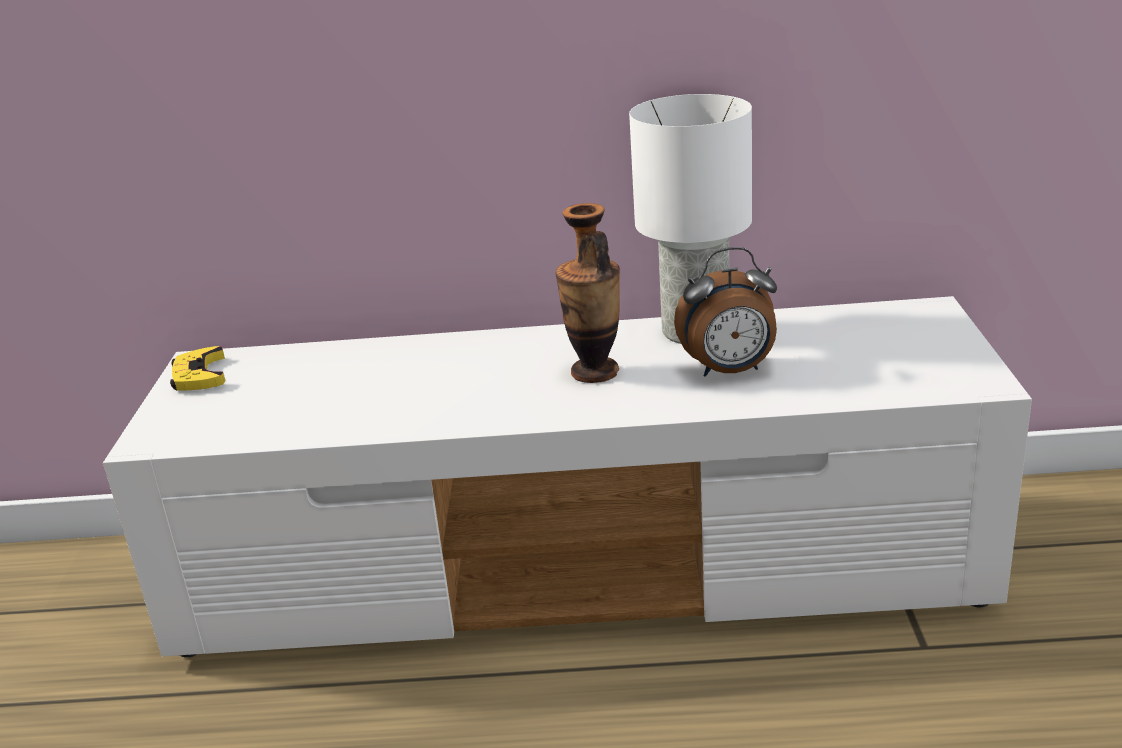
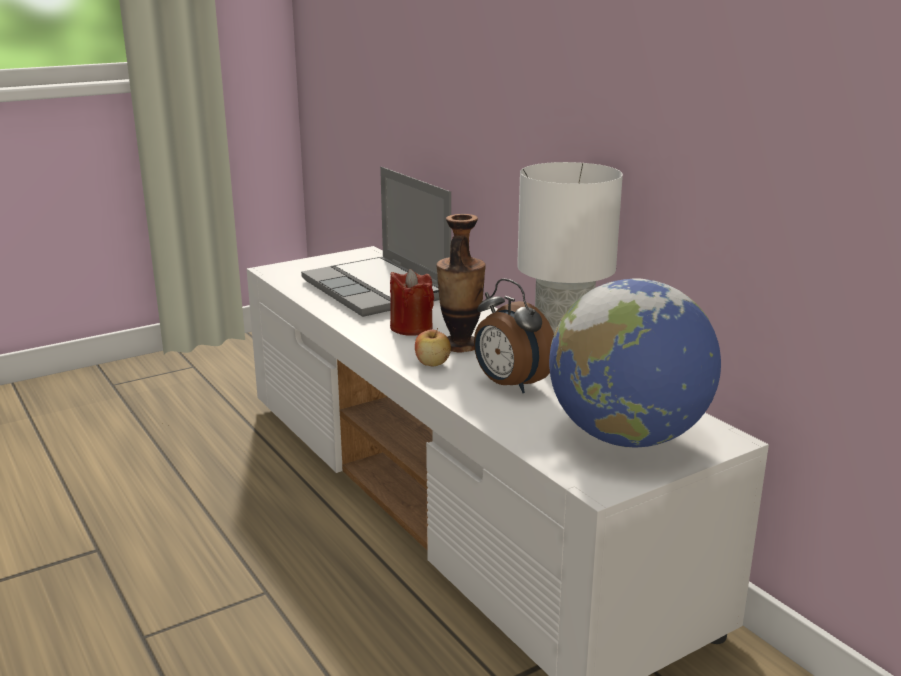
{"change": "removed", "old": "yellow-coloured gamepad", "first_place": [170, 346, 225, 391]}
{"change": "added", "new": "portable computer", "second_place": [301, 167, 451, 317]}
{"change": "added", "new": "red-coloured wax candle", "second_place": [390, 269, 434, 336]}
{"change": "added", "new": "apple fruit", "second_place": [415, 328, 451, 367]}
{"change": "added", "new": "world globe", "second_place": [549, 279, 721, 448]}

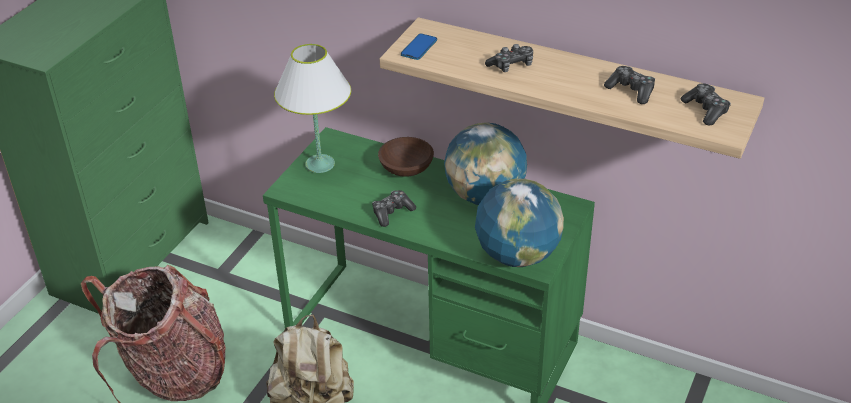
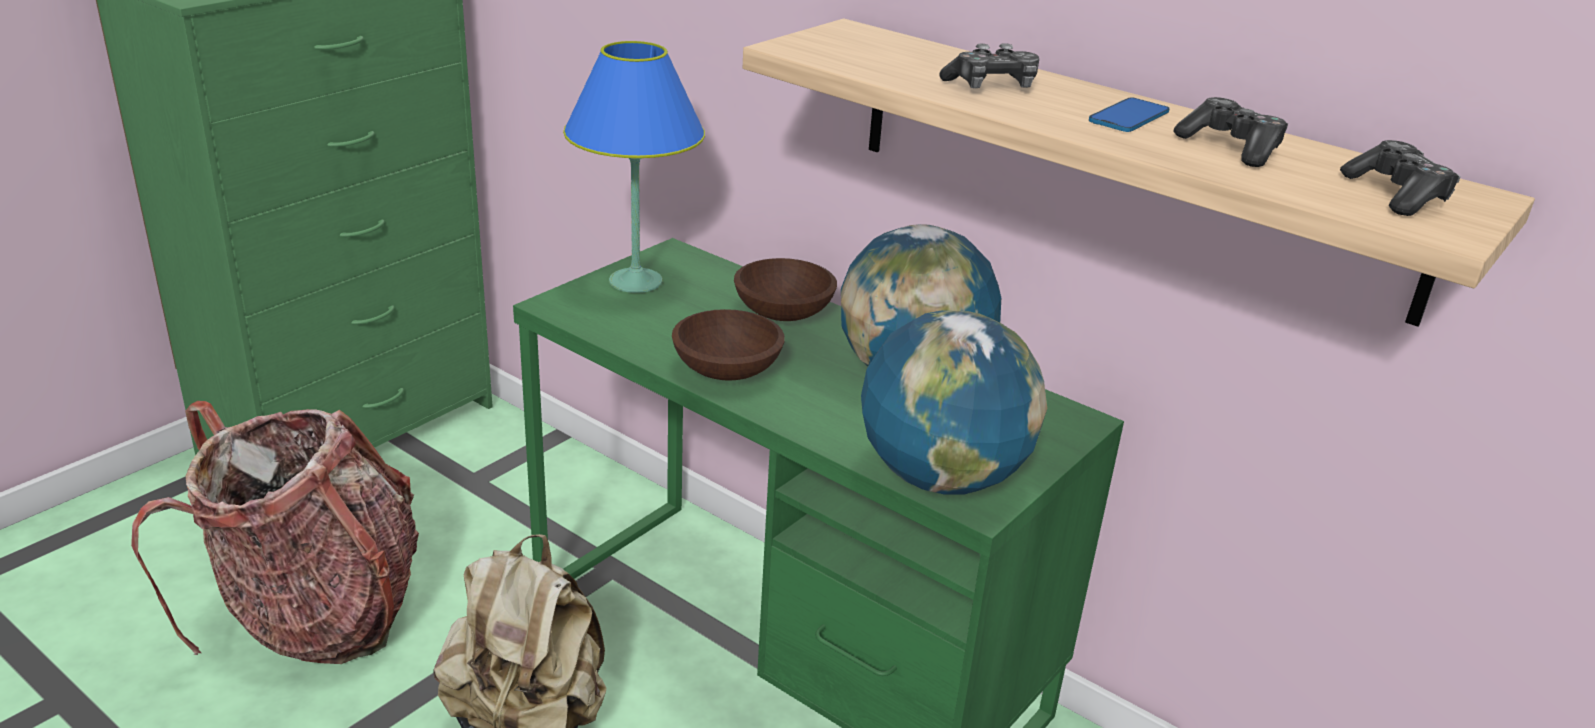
{"change": "recoloured", "old": "white-coloured table lamp", "new": "bluish table lamp", "first_place": [274, 44, 351, 173], "second_place": [563, 41, 705, 293]}
{"change": "replaced", "old": "gamepad", "new": "brown-coloured bowl", "first_place": [372, 190, 416, 227], "second_place": [672, 309, 785, 381]}
{"change": "moved", "old": "phone", "first_place": [401, 33, 437, 60], "second_place": [1089, 98, 1170, 132]}

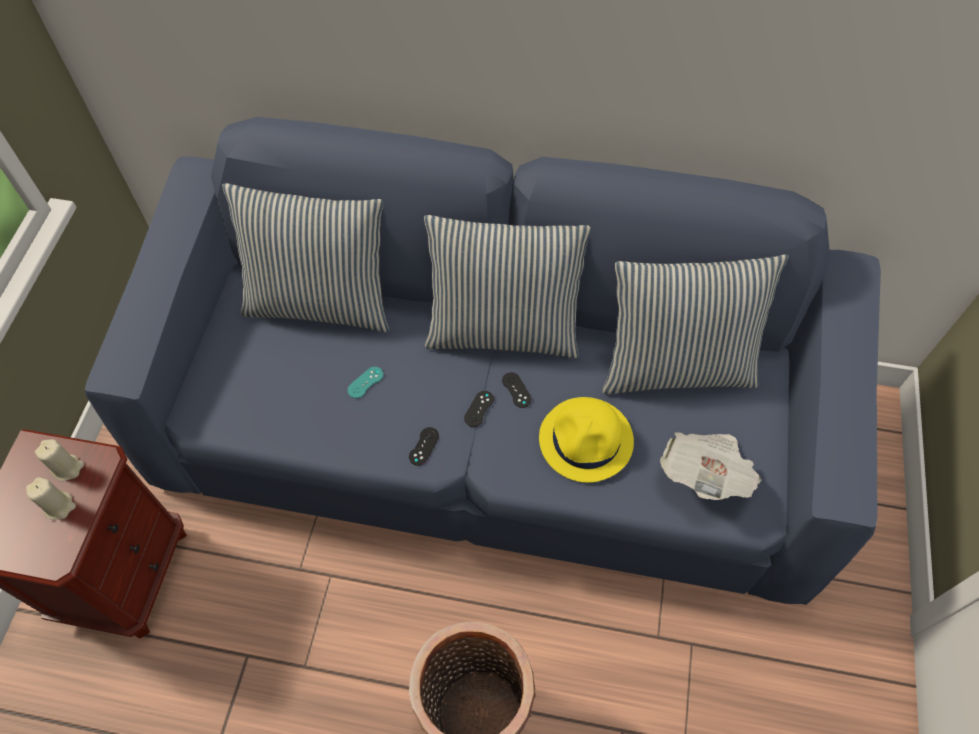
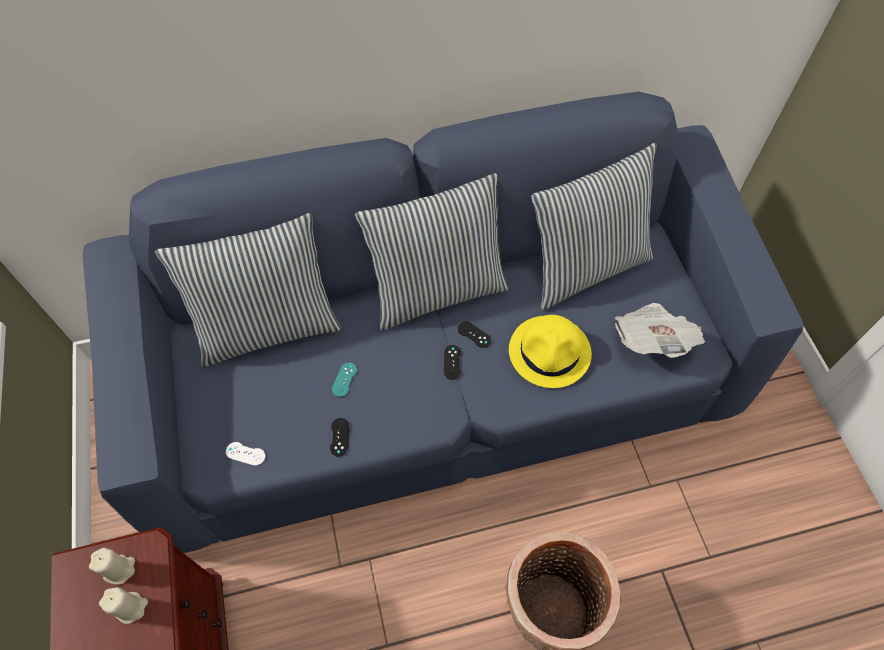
{"change": "moved", "old": "black gamepad", "first_place": [409, 427, 439, 466], "second_place": [330, 418, 349, 457]}
{"change": "added", "new": "white-coloured gamepad", "second_place": [226, 442, 265, 466]}

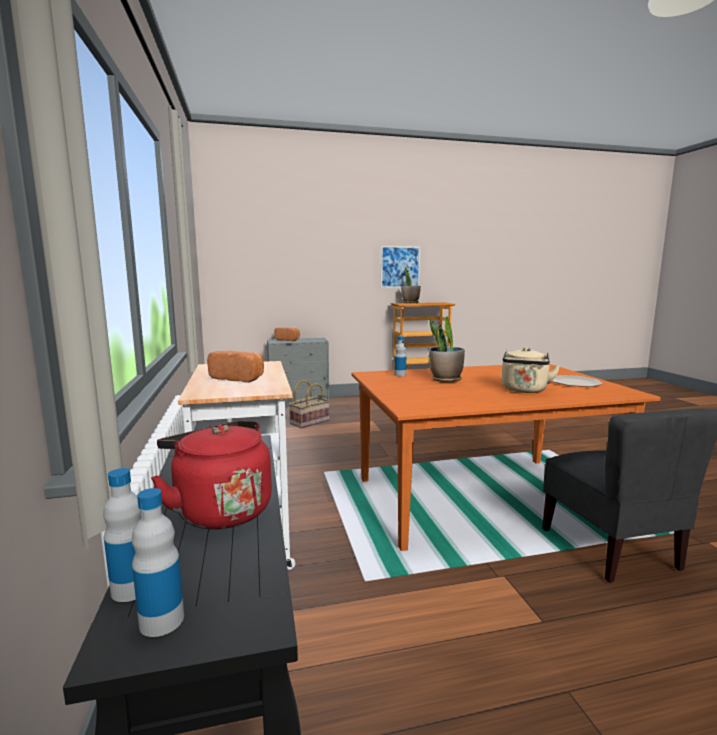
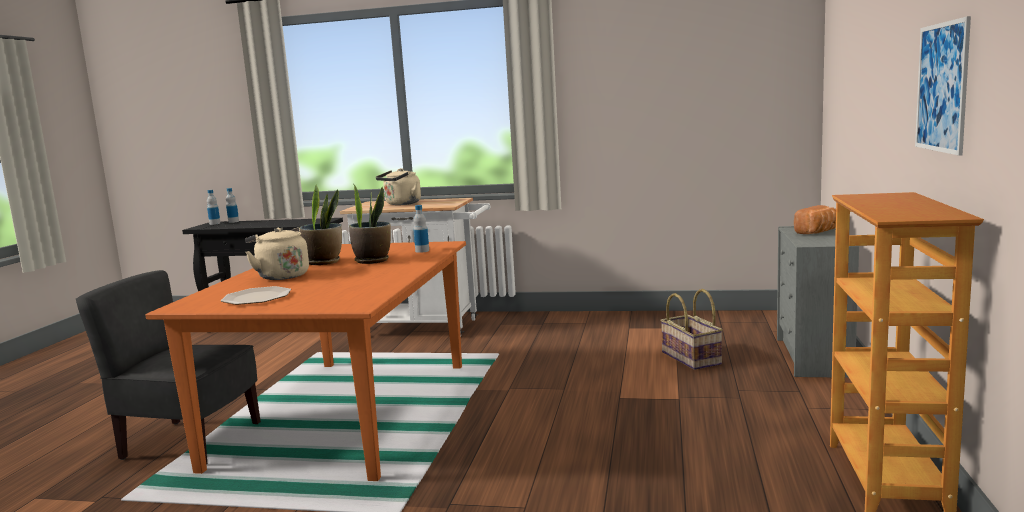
{"change": "removed", "old": "red-coloured water kettle", "first_place": [151, 421, 272, 529]}
{"change": "replaced", "old": "baked bread", "new": "beige-coloured water kettle", "first_place": [207, 351, 264, 382], "second_place": [376, 168, 421, 205]}
{"change": "moved", "old": "potted plant", "first_place": [401, 267, 421, 303], "second_place": [300, 185, 342, 265]}

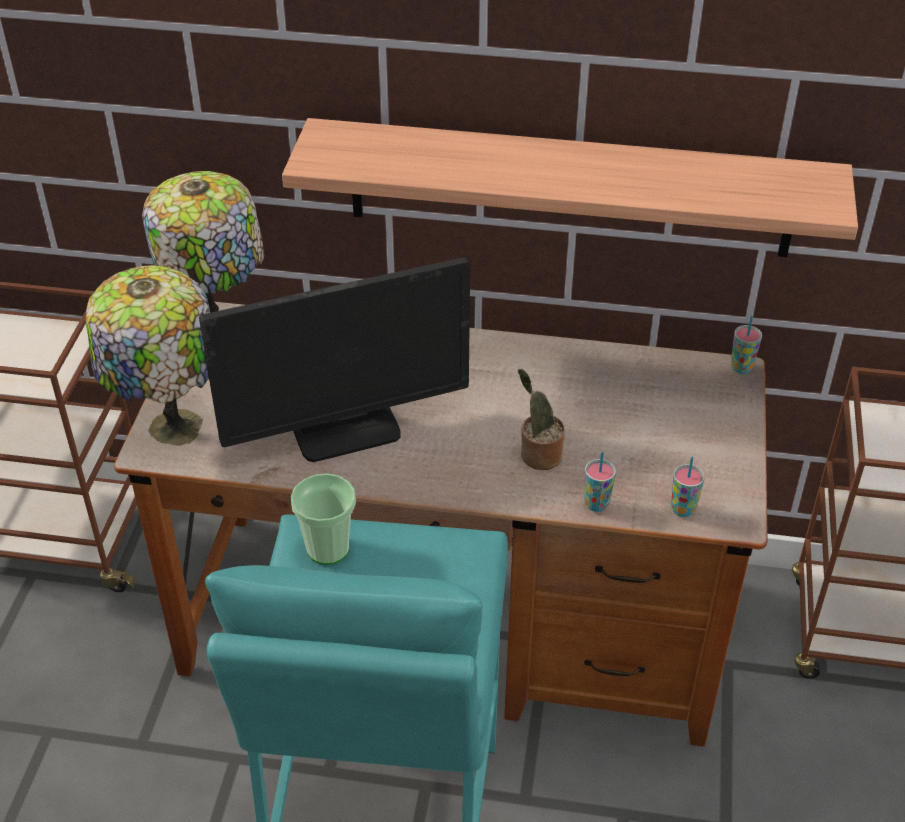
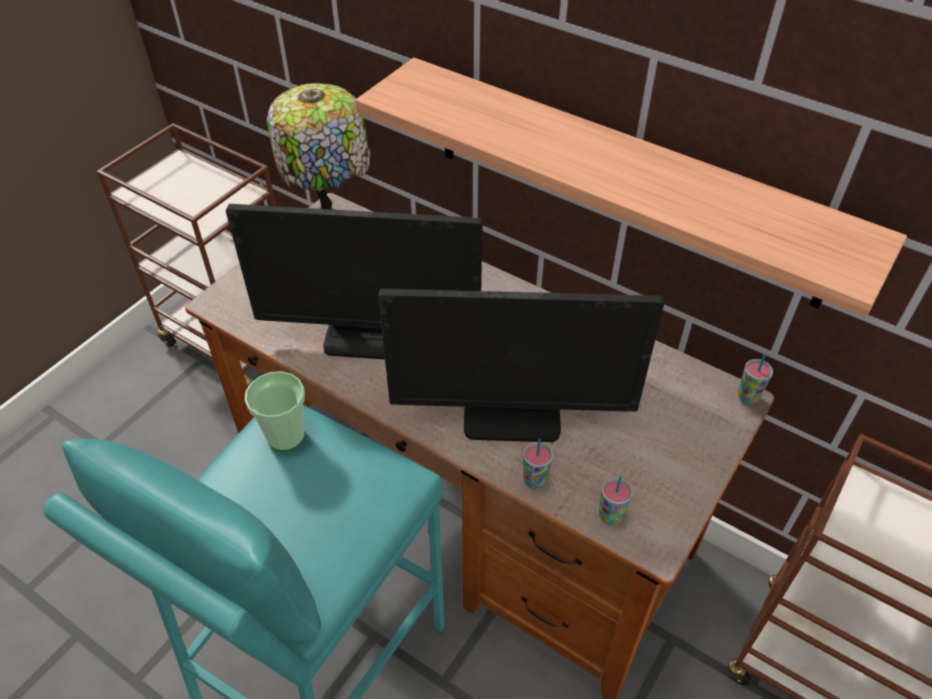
{"change": "removed", "old": "table lamp", "first_place": [86, 265, 210, 446]}
{"change": "replaced", "old": "potted plant", "new": "monitor", "first_place": [518, 369, 565, 470], "second_place": [378, 289, 664, 442]}

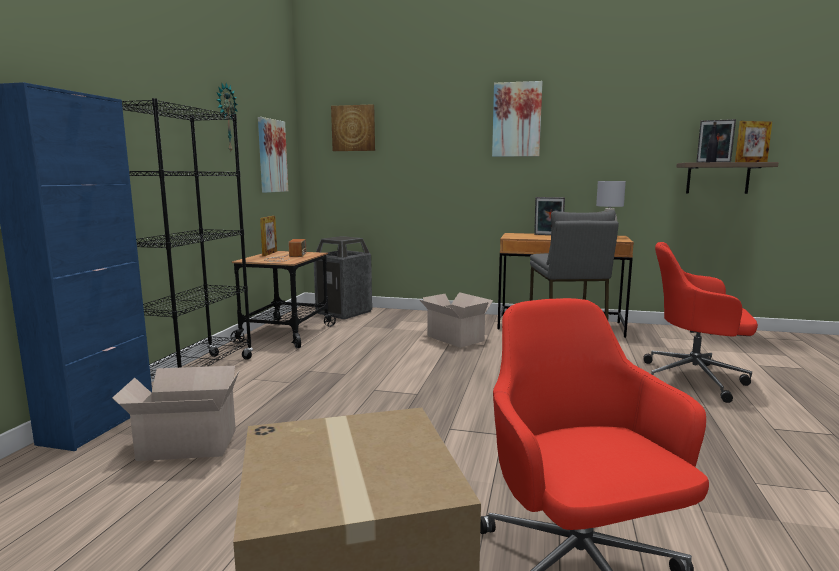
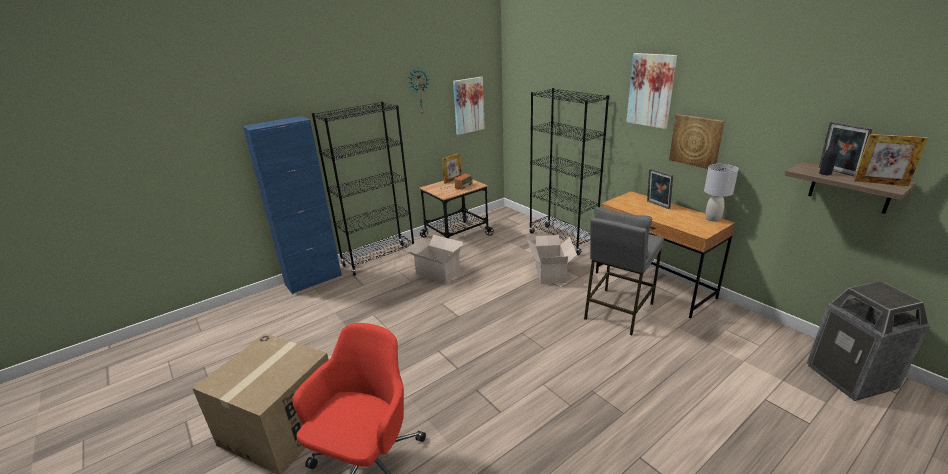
{"change": "moved", "old": "carton", "first_place": [112, 366, 240, 461], "second_place": [408, 235, 463, 284]}
{"change": "moved", "old": "rubbish bin", "first_place": [314, 236, 372, 320], "second_place": [807, 281, 930, 401]}
{"change": "moved", "old": "wall art", "first_place": [331, 104, 375, 151], "second_place": [669, 114, 725, 169]}
{"change": "removed", "old": "red-coloured office chair", "first_place": [643, 242, 758, 403]}
{"change": "added", "new": "black bookcase", "second_place": [529, 88, 609, 255]}

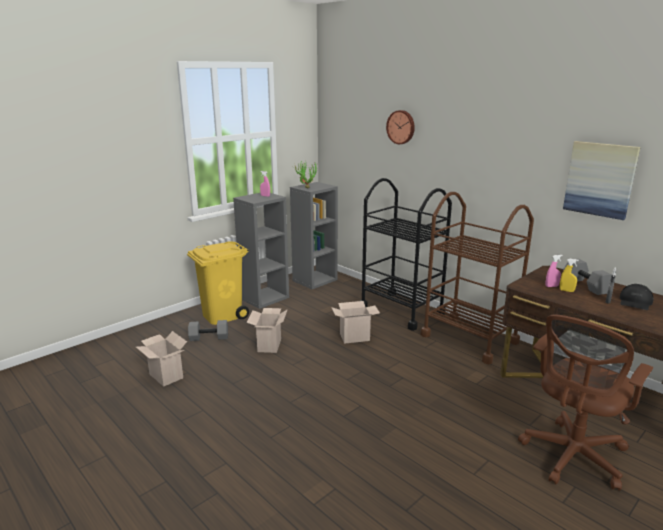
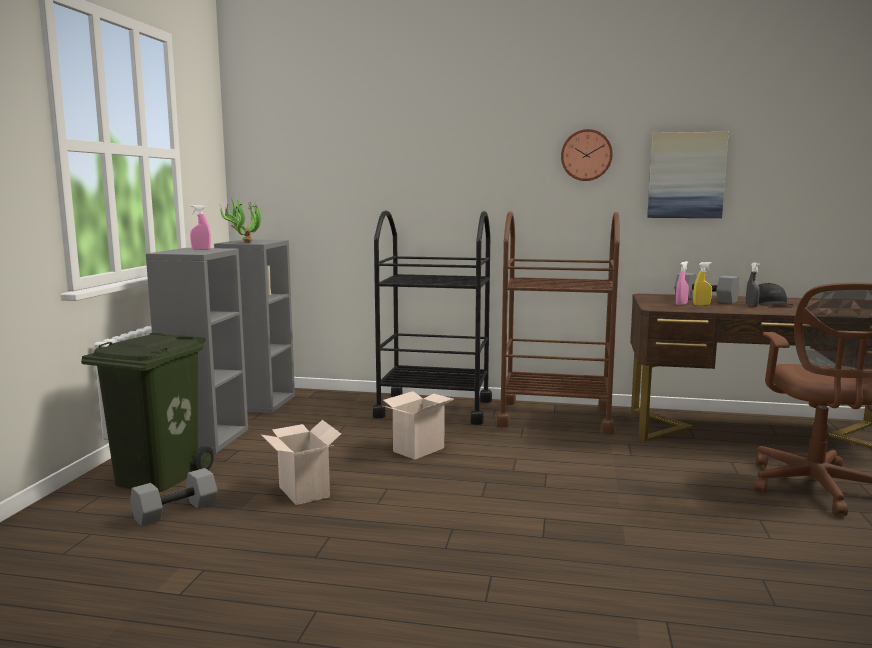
{"change": "removed", "old": "carton", "first_place": [136, 331, 187, 387]}
{"change": "recoloured", "old": "yellow-coloured rubbish bin", "new": "green-coloured rubbish bin", "first_place": [187, 242, 249, 325], "second_place": [81, 333, 214, 492]}
{"change": "moved", "old": "clock on the wall", "first_place": [386, 110, 415, 144], "second_place": [561, 129, 613, 181]}

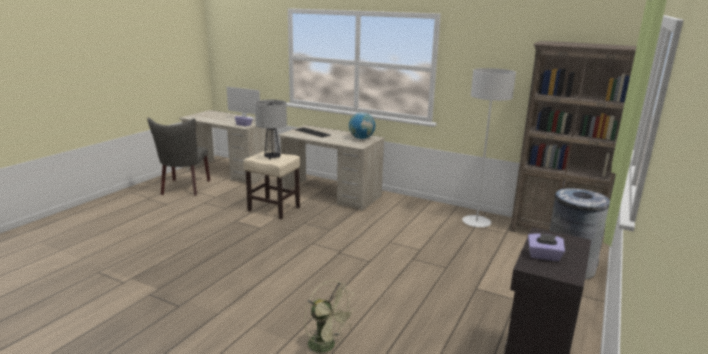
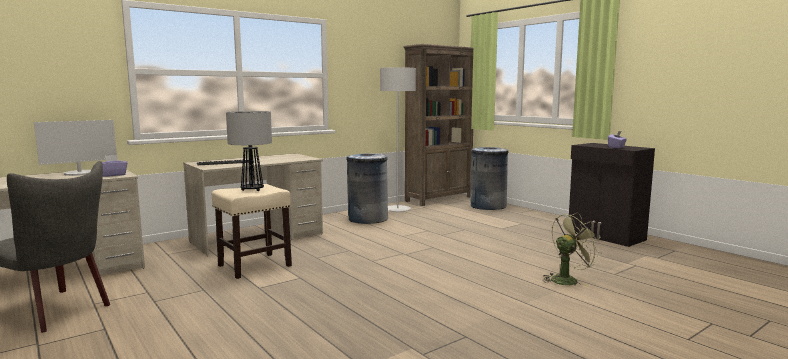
{"change": "removed", "old": "world globe", "first_place": [349, 112, 375, 139]}
{"change": "added", "new": "greyish rubbish bin", "second_place": [347, 153, 388, 224]}

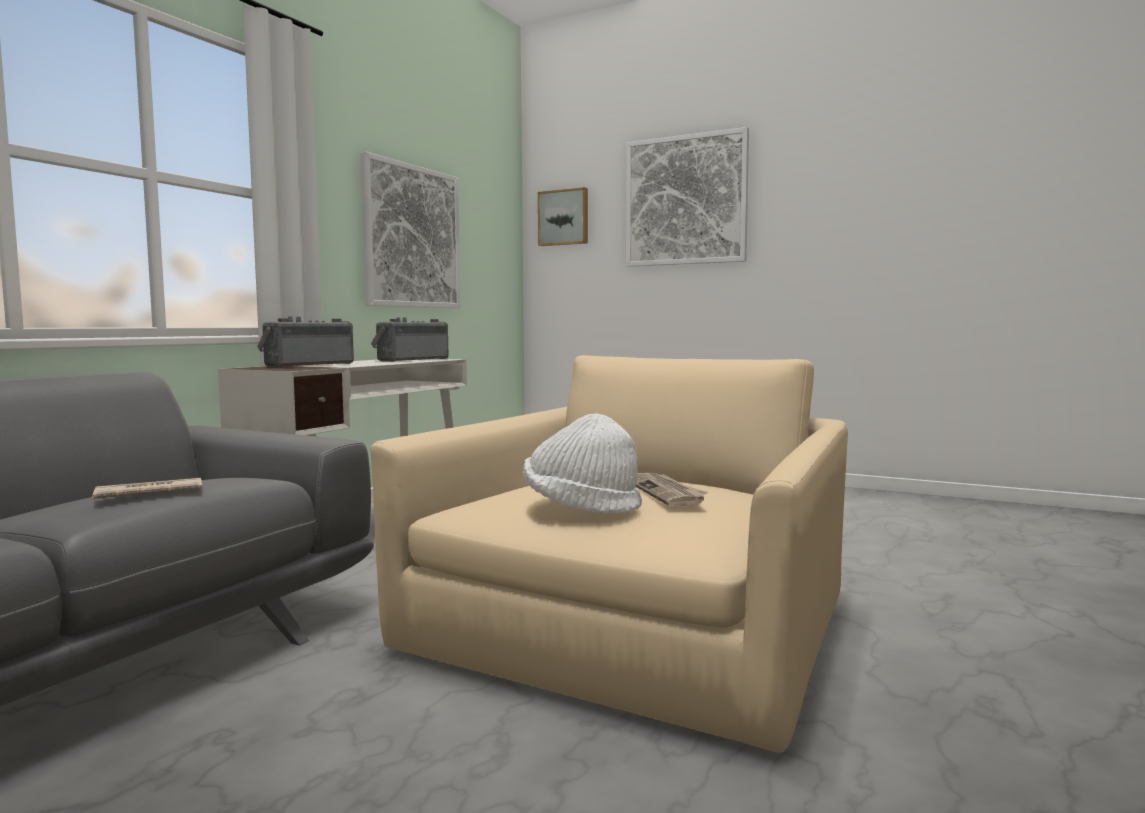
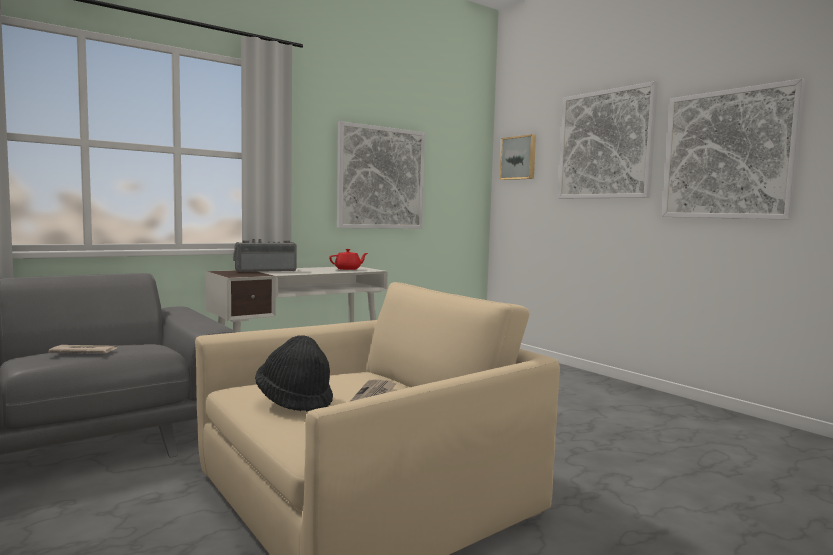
{"change": "replaced", "old": "radio", "new": "red-coloured tea pot", "first_place": [371, 317, 449, 362], "second_place": [329, 249, 368, 270]}
{"change": "recoloured", "old": "white-coloured hat", "new": "black hat", "first_place": [523, 413, 642, 515], "second_place": [255, 336, 333, 412]}
{"change": "added", "new": "wall art", "second_place": [662, 79, 805, 220]}

